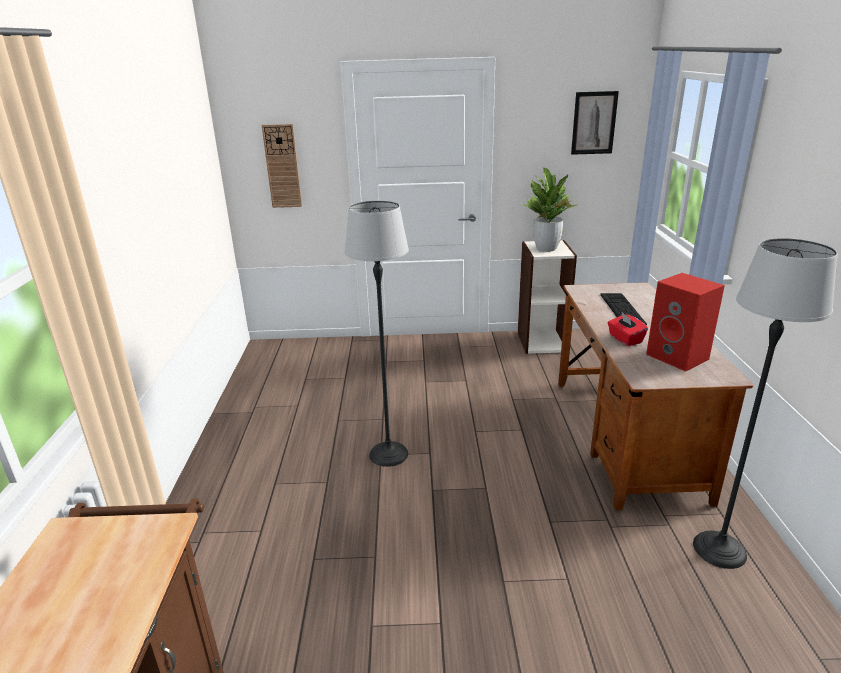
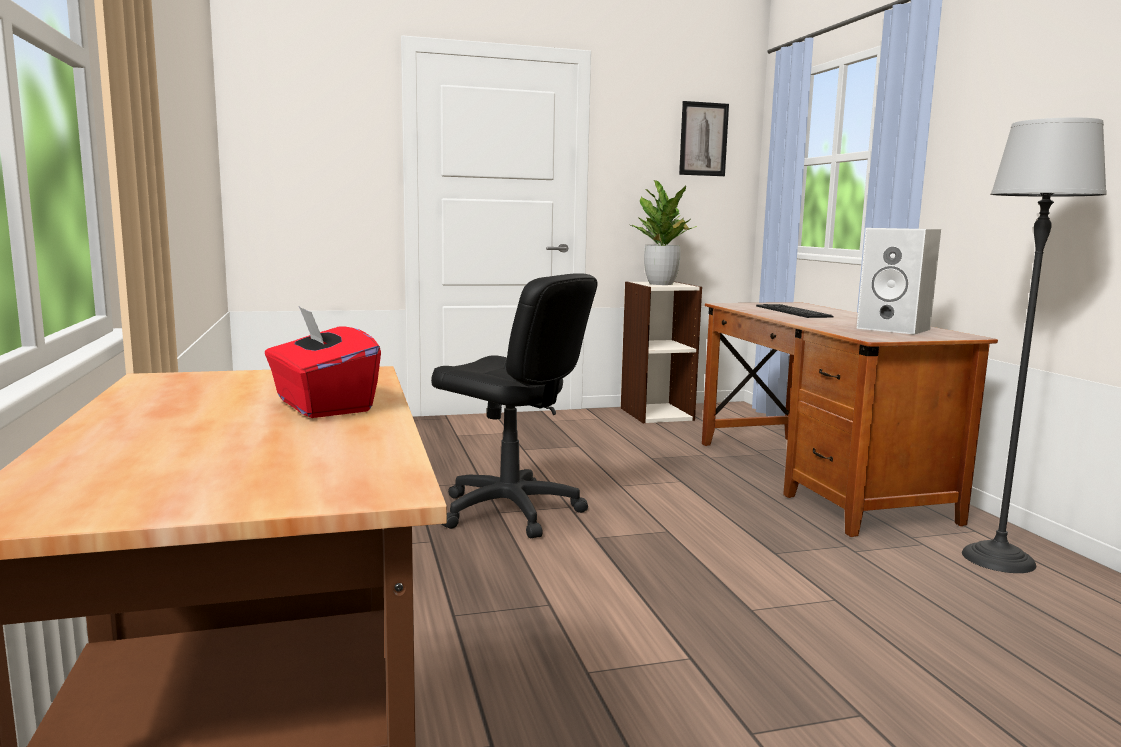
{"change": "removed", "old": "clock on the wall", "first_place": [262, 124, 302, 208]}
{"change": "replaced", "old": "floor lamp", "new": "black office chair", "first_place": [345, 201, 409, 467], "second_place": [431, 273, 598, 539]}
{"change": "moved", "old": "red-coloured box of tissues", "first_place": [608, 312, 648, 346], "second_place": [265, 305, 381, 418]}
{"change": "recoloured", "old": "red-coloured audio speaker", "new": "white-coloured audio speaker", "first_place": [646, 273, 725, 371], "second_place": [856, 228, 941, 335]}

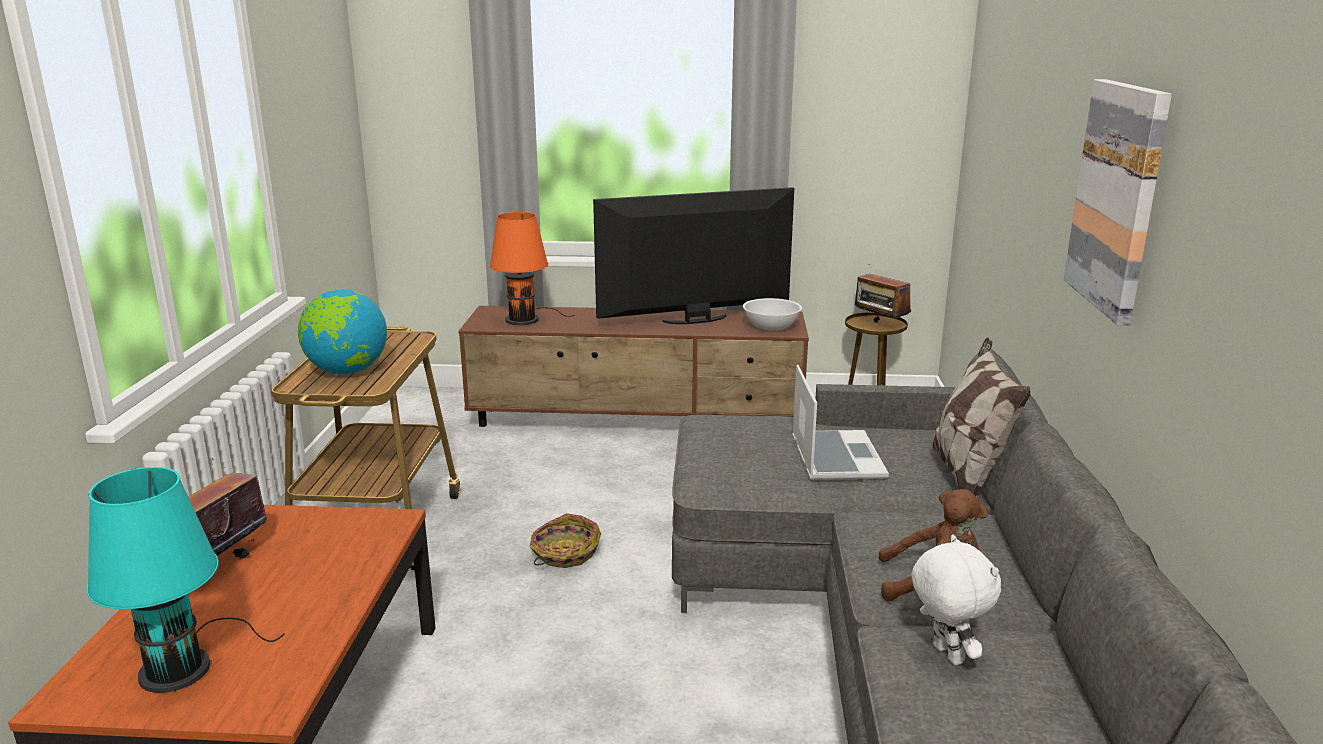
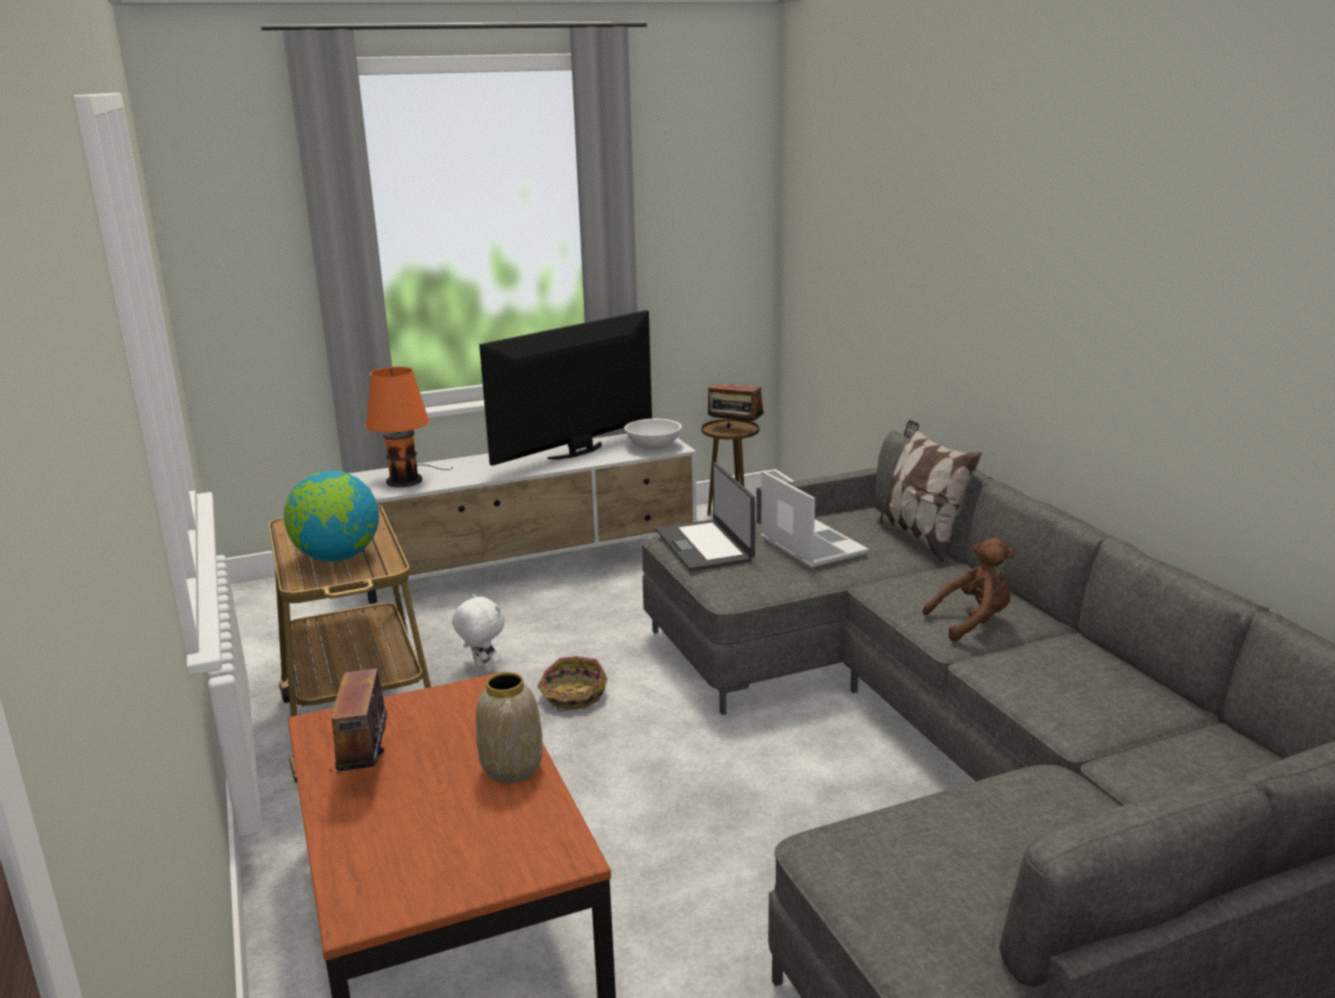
{"change": "removed", "old": "turquoise-coloured table lamp", "first_place": [87, 467, 285, 693]}
{"change": "recoloured", "old": "brown-coloured media console", "new": "white-coloured media console", "first_place": [458, 306, 809, 427], "second_place": [348, 434, 697, 604]}
{"change": "moved", "old": "white-coloured soft toy", "first_place": [911, 534, 1001, 665], "second_place": [452, 594, 505, 672]}
{"change": "removed", "old": "wall art", "first_place": [1063, 79, 1172, 325]}
{"change": "added", "new": "vase", "second_place": [476, 672, 543, 783]}
{"change": "added", "new": "portable computer", "second_place": [656, 463, 755, 571]}

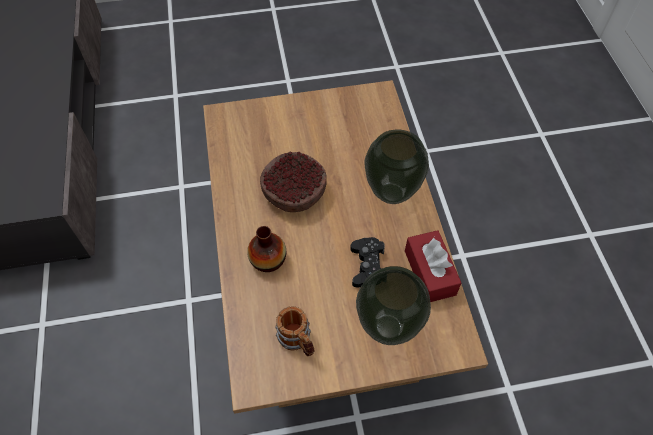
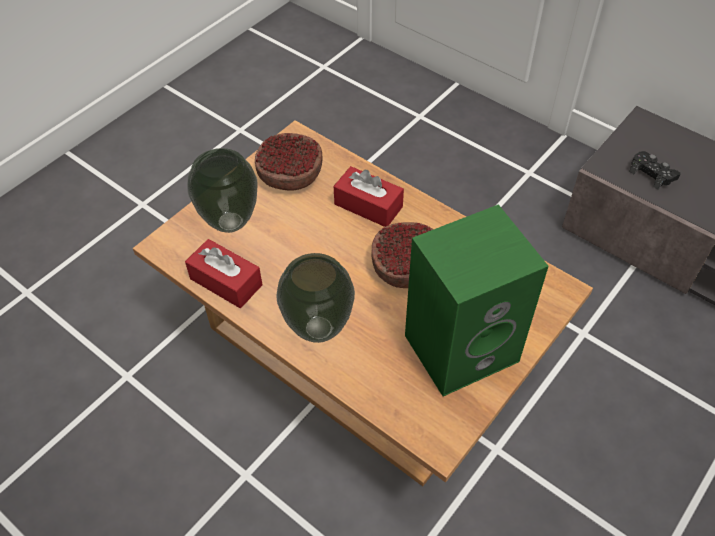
{"change": "replaced", "old": "vase", "new": "red-coloured box of tissues", "first_place": [247, 226, 286, 272], "second_place": [334, 166, 404, 227]}
{"change": "replaced", "old": "mug", "new": "bowl", "first_place": [275, 306, 314, 356], "second_place": [255, 133, 322, 190]}
{"change": "moved", "old": "black gamepad", "first_place": [350, 237, 385, 288], "second_place": [629, 151, 681, 190]}
{"change": "added", "new": "green-coloured audio speaker", "second_place": [405, 204, 549, 396]}

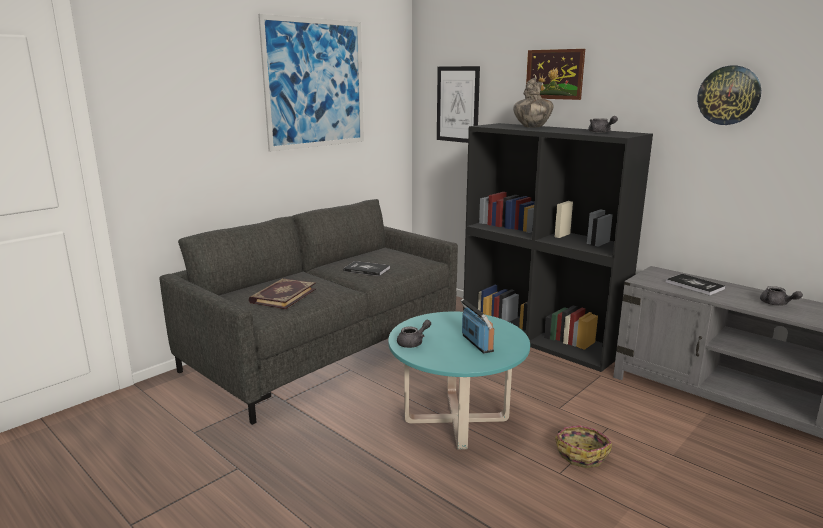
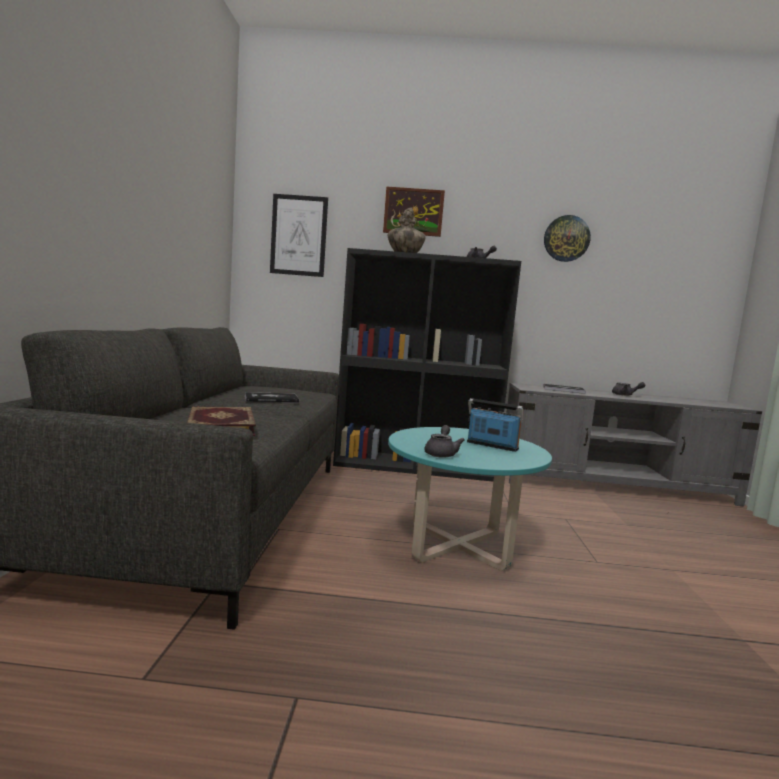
{"change": "removed", "old": "wall art", "first_place": [258, 14, 364, 152]}
{"change": "removed", "old": "household basket", "first_place": [555, 425, 612, 468]}

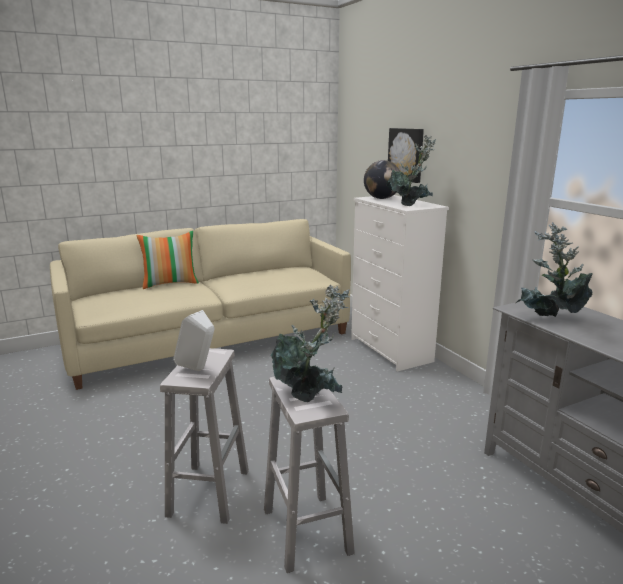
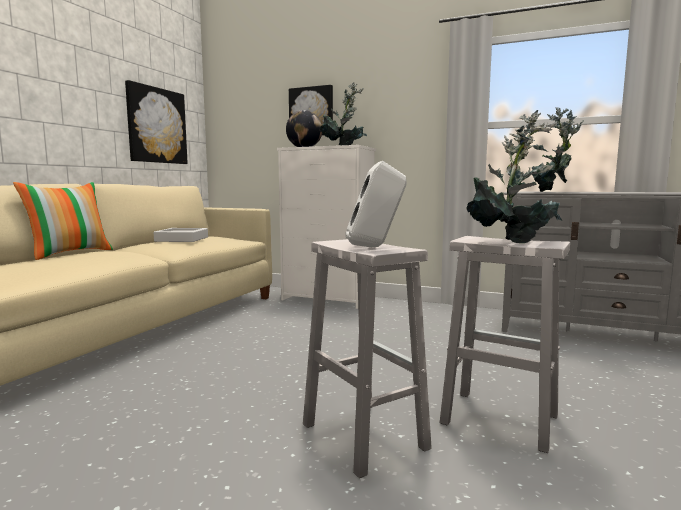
{"change": "added", "new": "wall art", "second_place": [125, 80, 188, 164]}
{"change": "added", "new": "greyish tray", "second_place": [153, 228, 208, 242]}

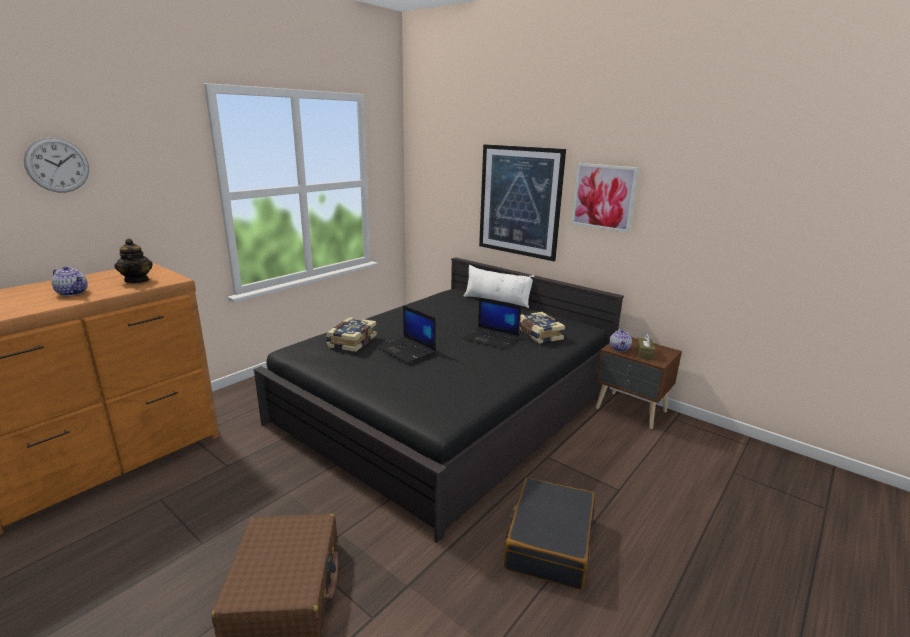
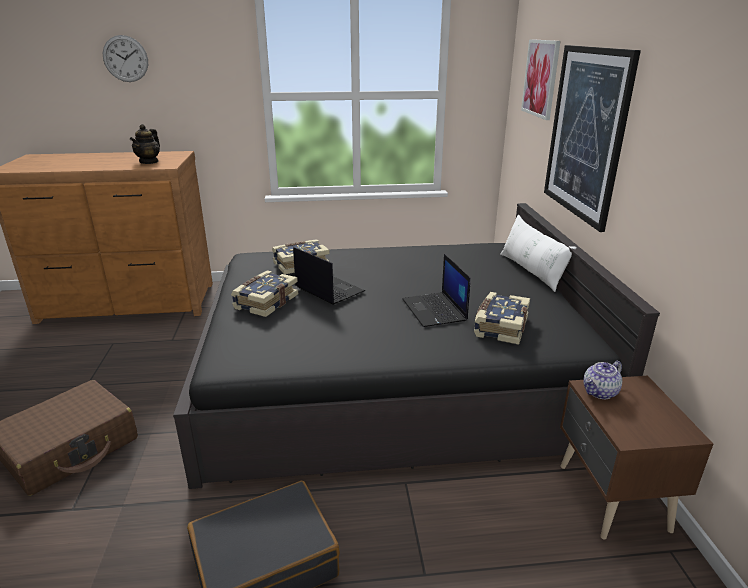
{"change": "removed", "old": "tea pot", "first_place": [51, 266, 88, 296]}
{"change": "turned", "old": "portable computer", "first_place": [376, 305, 436, 363], "second_place": [293, 247, 365, 305], "degrees": 135}
{"change": "moved", "old": "wall art", "first_place": [571, 163, 639, 233], "second_place": [521, 39, 561, 120]}
{"change": "removed", "old": "brown-coloured box of tissues", "first_place": [636, 333, 656, 360]}
{"change": "added", "new": "bound book", "second_place": [231, 270, 298, 317]}

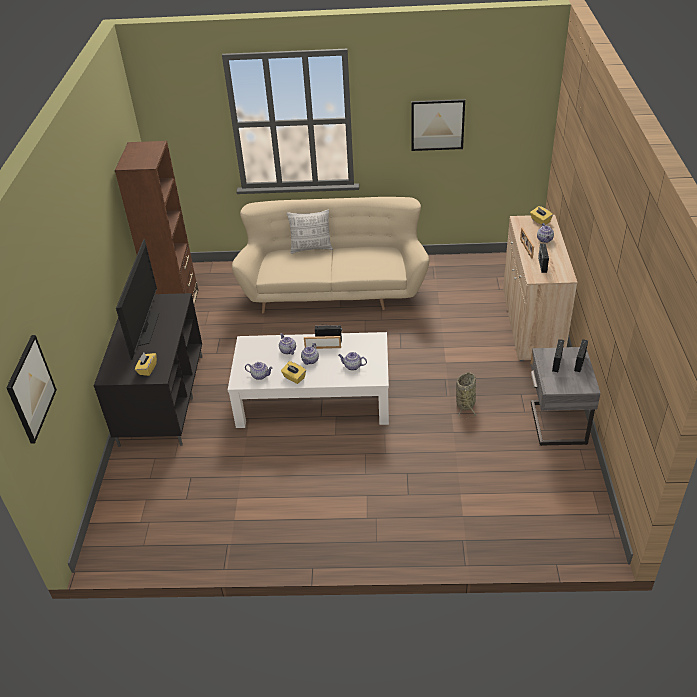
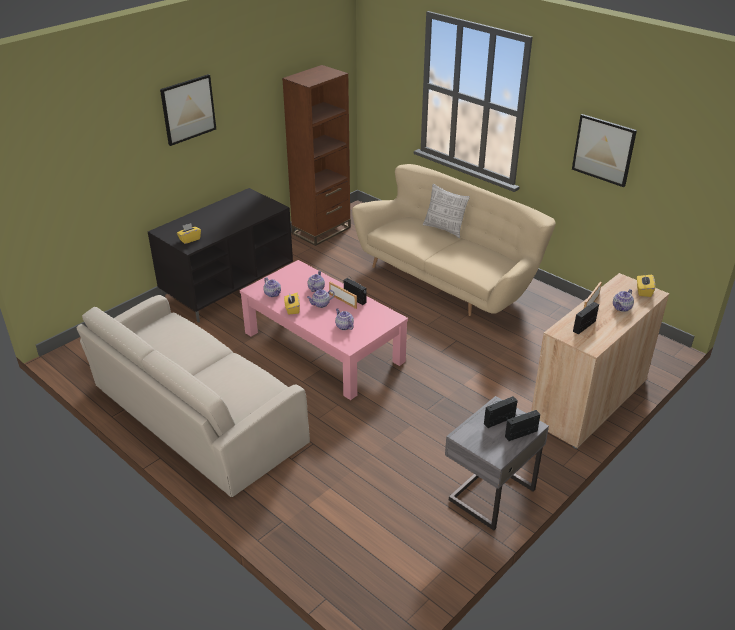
{"change": "moved", "old": "wall art", "first_place": [6, 335, 57, 444], "second_place": [160, 74, 216, 146]}
{"change": "removed", "old": "television", "first_place": [116, 239, 159, 360]}
{"change": "recoloured", "old": "white-coloured low table", "new": "pinkish low table", "first_place": [228, 332, 389, 428], "second_place": [240, 260, 408, 400]}
{"change": "removed", "old": "household basket", "first_place": [456, 372, 476, 418]}
{"change": "added", "new": "beige-coloured settee", "second_place": [76, 295, 310, 497]}

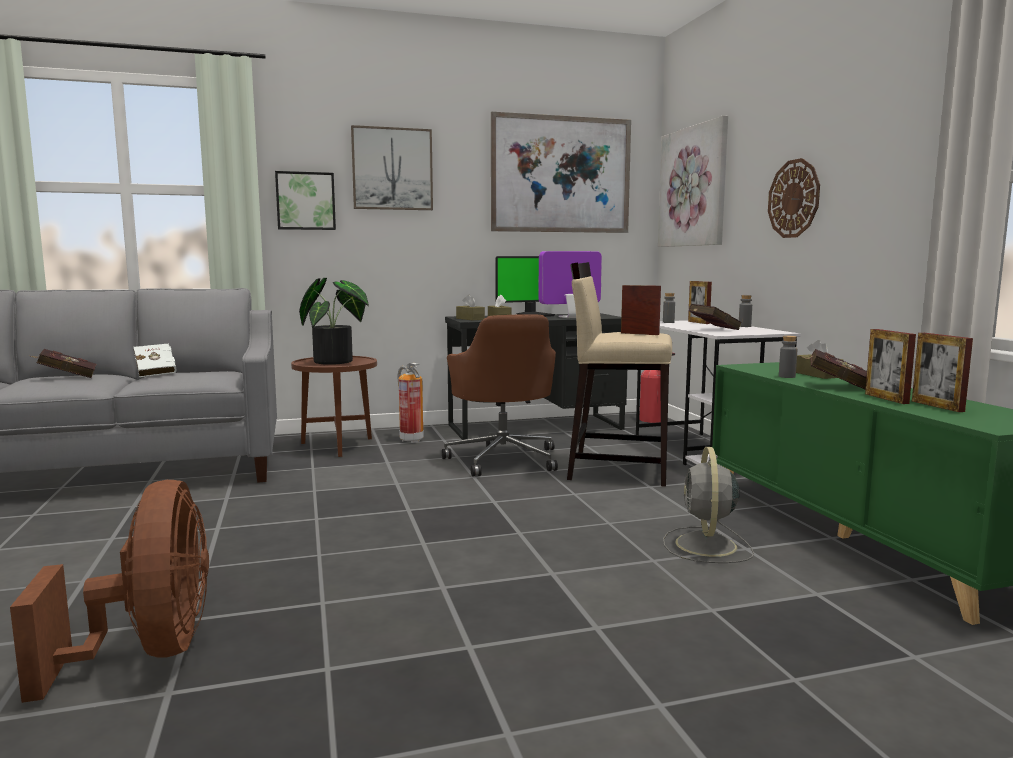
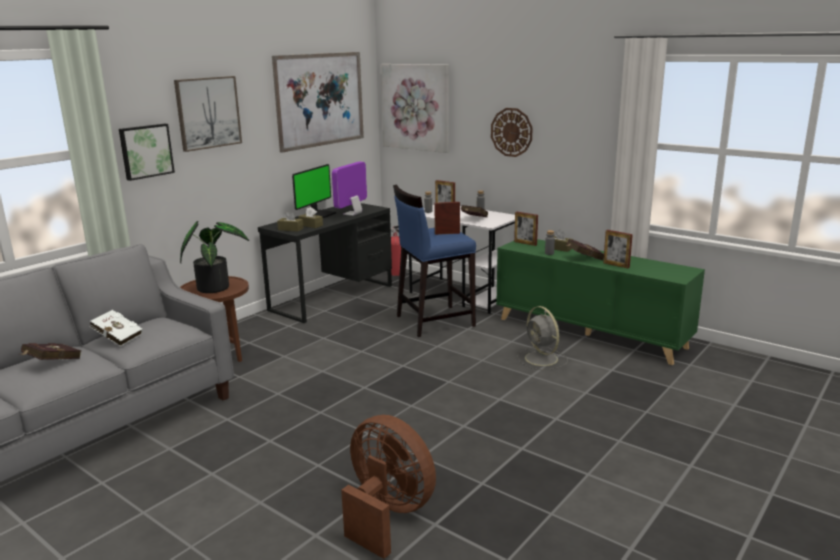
{"change": "removed", "old": "extinguisher", "first_place": [397, 363, 424, 443]}
{"change": "removed", "old": "brown-coloured office chair", "first_place": [442, 314, 558, 477]}
{"change": "recoloured", "old": "beige-coloured stool seat", "new": "bluish stool seat", "first_place": [567, 262, 672, 487], "second_place": [393, 184, 476, 337]}
{"change": "moved", "old": "standing frame", "first_place": [912, 333, 973, 412], "second_place": [514, 212, 538, 246]}

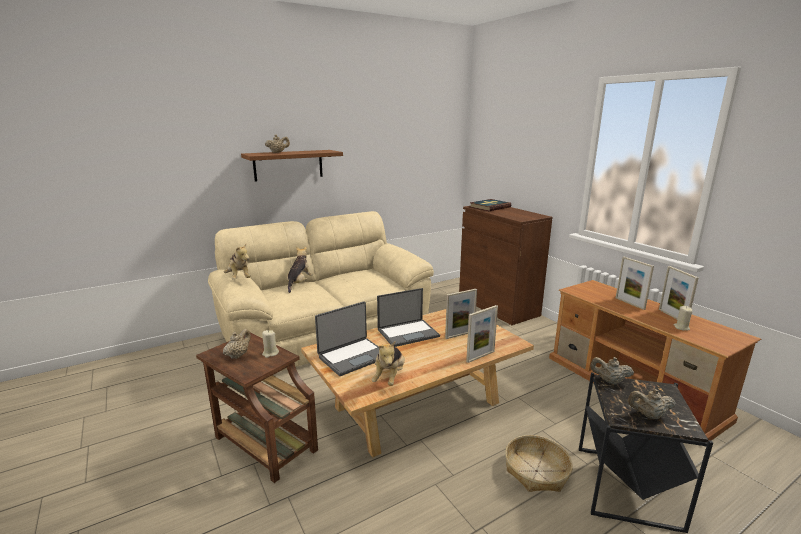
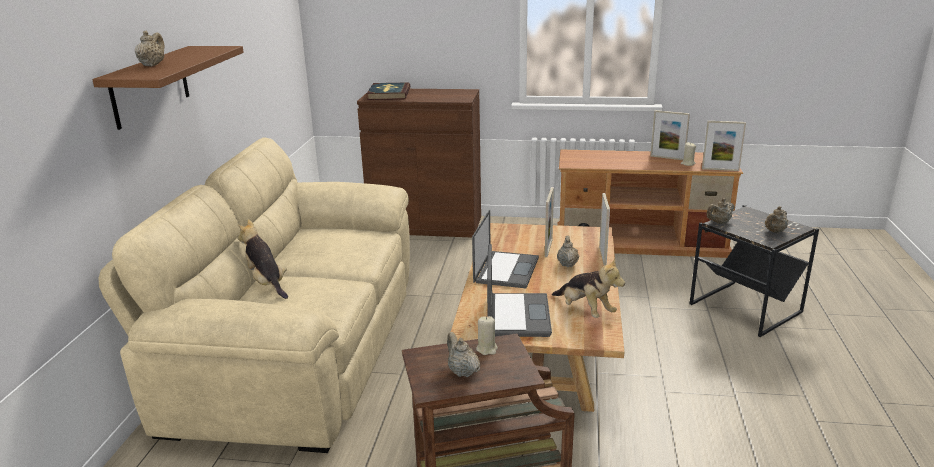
{"change": "removed", "old": "soft toy", "first_place": [224, 244, 250, 280]}
{"change": "removed", "old": "household basket", "first_place": [505, 435, 573, 492]}
{"change": "moved", "old": "standing frame", "first_place": [616, 257, 654, 310], "second_place": [702, 121, 746, 171]}
{"change": "added", "new": "beige-coloured tea pot", "second_place": [557, 235, 579, 267]}

